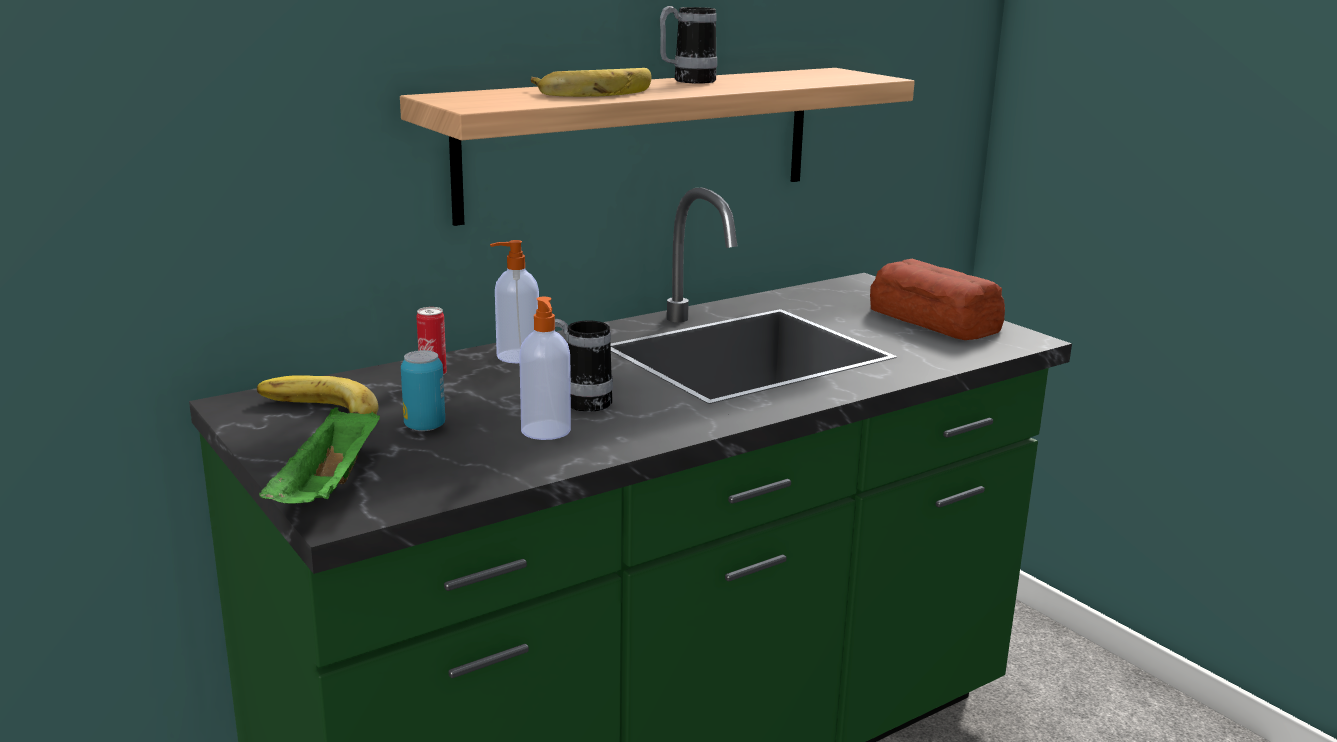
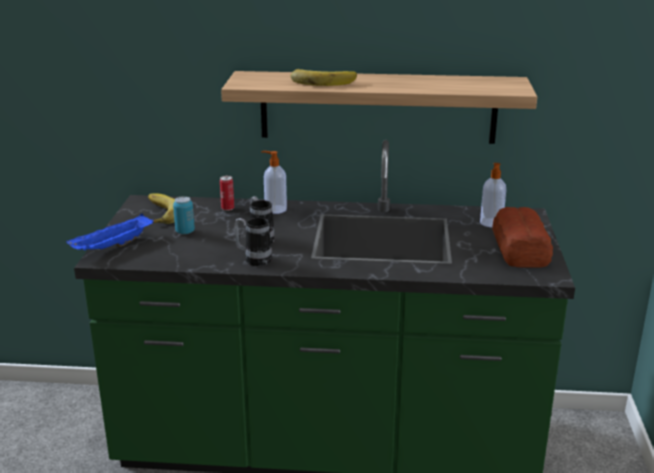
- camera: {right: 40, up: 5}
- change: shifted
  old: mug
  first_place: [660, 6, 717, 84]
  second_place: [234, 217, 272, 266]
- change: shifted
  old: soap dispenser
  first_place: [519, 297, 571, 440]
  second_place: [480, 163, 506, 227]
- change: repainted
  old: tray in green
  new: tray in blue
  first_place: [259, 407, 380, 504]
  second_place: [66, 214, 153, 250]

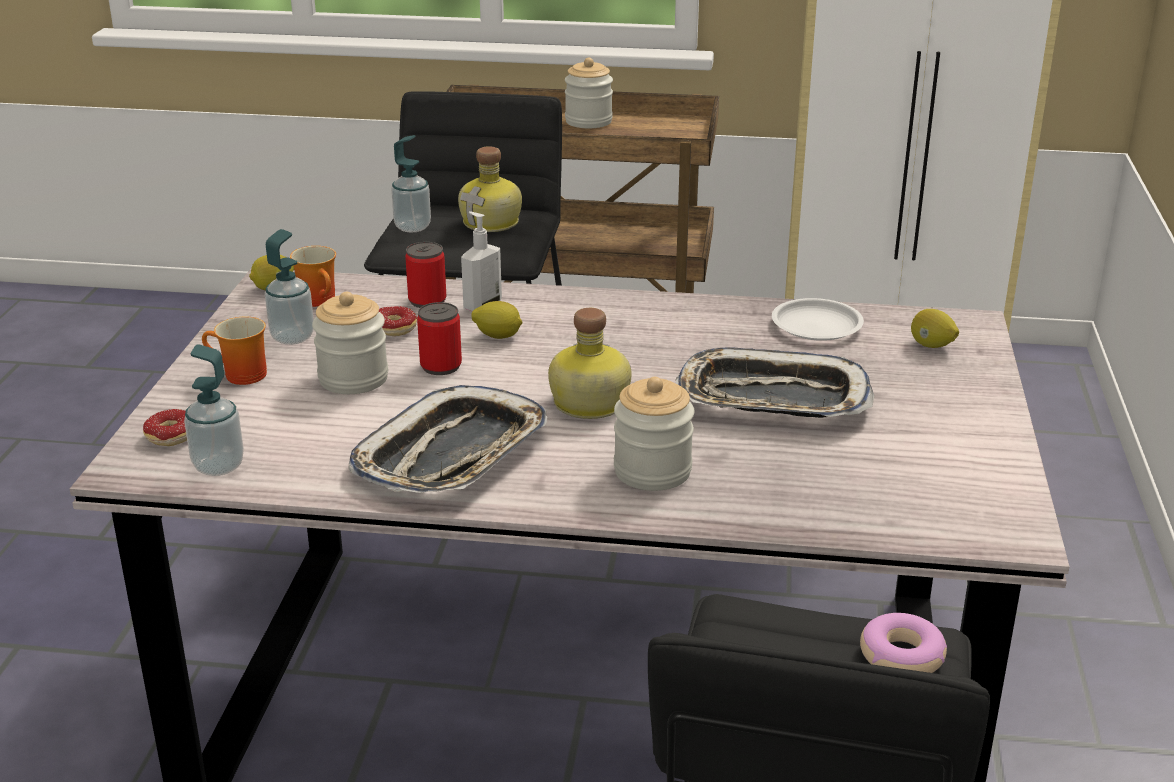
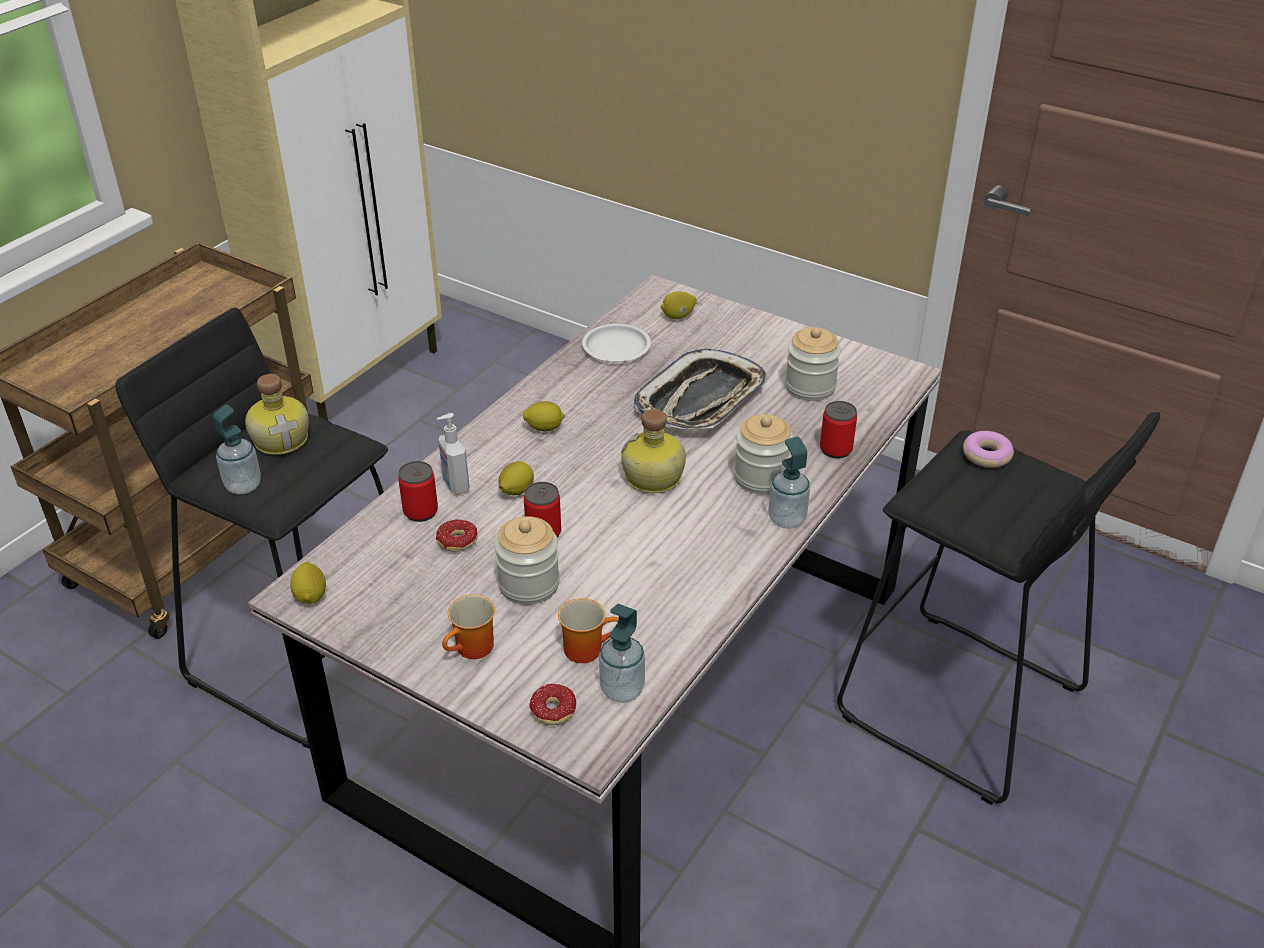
- camera: {right: -65, up: 10}
- change: shifted
  old: jar
  first_place: [565, 58, 613, 128]
  second_place: [785, 327, 841, 401]
- change: shifted
  old: soap dispenser
  first_place: [265, 229, 314, 345]
  second_place: [768, 436, 810, 529]
- change: shifted
  old: mug
  first_place: [290, 246, 336, 307]
  second_place: [558, 598, 619, 663]
- change: gone
  old: tray
  first_place: [349, 385, 547, 493]
- change: new
  new: lemon
  second_place: [523, 401, 565, 431]
- change: new
  new: can
  second_place: [820, 401, 857, 459]

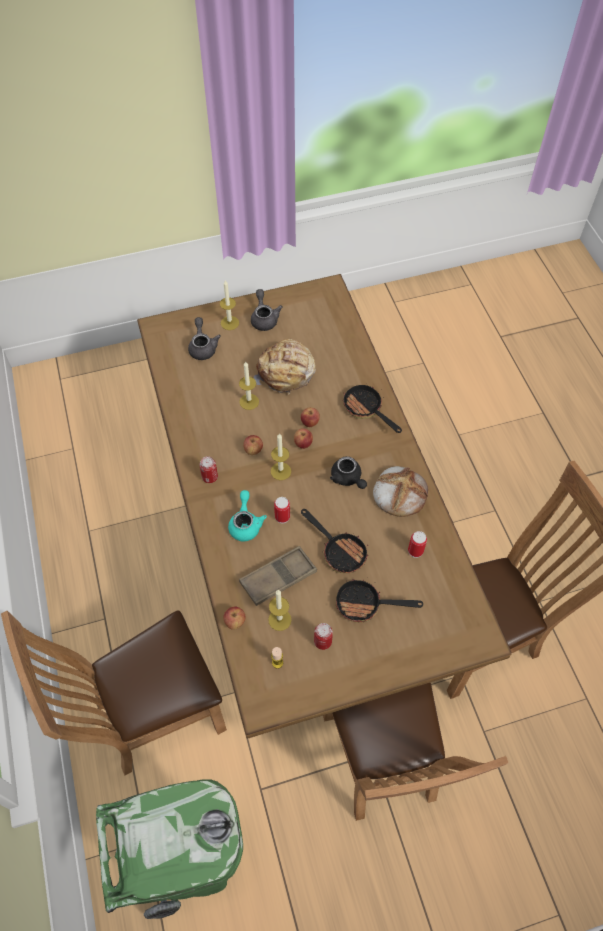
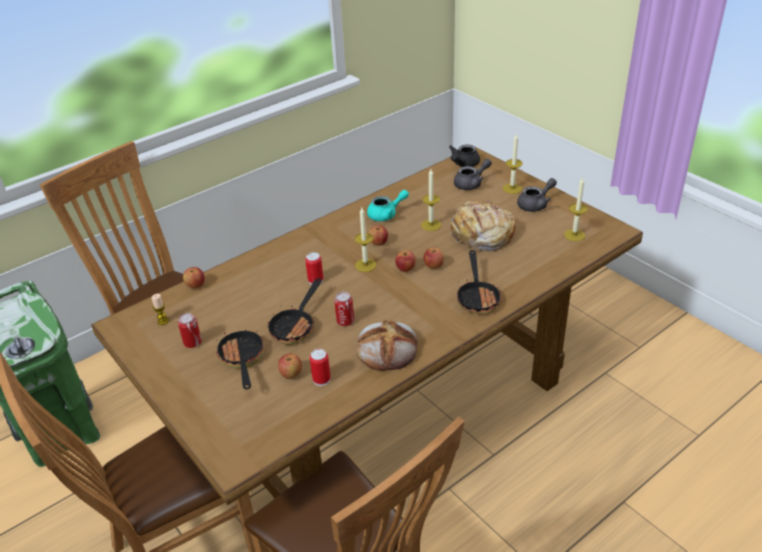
- camera: {right: 70, up: -20}
- change: rotated
  old: frying pan
  first_place: [342, 385, 402, 433]
  second_place: [456, 250, 501, 314]
  degrees: 150
- change: shifted
  old: can
  first_place: [200, 456, 218, 483]
  second_place: [334, 292, 354, 326]
- change: shifted
  old: teapot in black
  first_place: [330, 456, 367, 489]
  second_place: [449, 145, 480, 167]
- change: shifted
  old: teapot in turquoise
  first_place: [228, 490, 267, 541]
  second_place: [367, 190, 409, 221]
- change: gone
  old: tray in brown
  first_place: [239, 546, 317, 606]
- change: shifted
  old: candle
  first_place: [268, 590, 292, 631]
  second_place: [564, 177, 588, 241]
- change: new
  new: apple
  second_place: [278, 354, 302, 379]

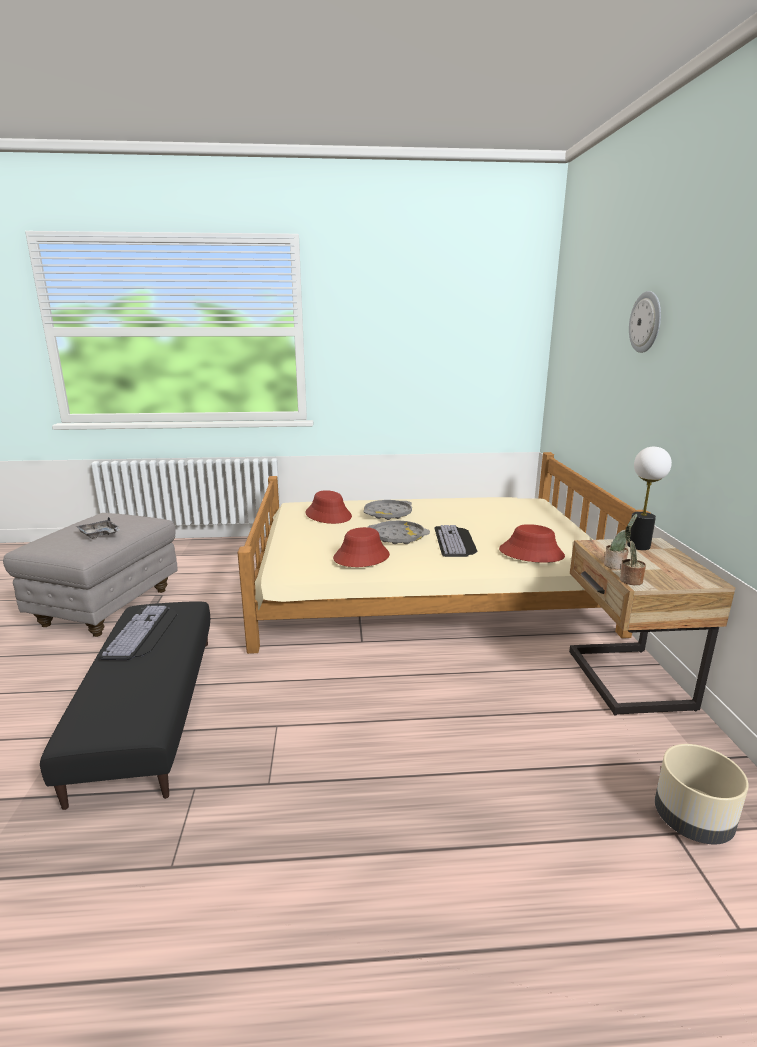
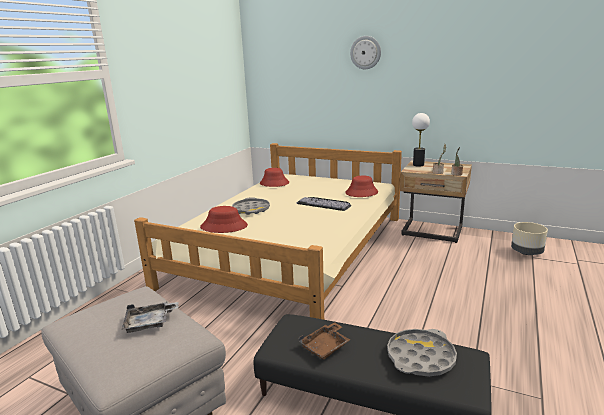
- camera: {right: -60, up: 0}
- change: shifted
  old: tray in grey
  first_place: [368, 521, 430, 544]
  second_place: [387, 329, 457, 377]
- change: shifted
  old: hat in red
  first_place: [333, 527, 390, 567]
  second_place: [260, 168, 289, 187]
- change: swapped
  old: keyboard
  new: tray in brown
  first_place: [99, 606, 177, 660]
  second_place: [299, 322, 350, 360]

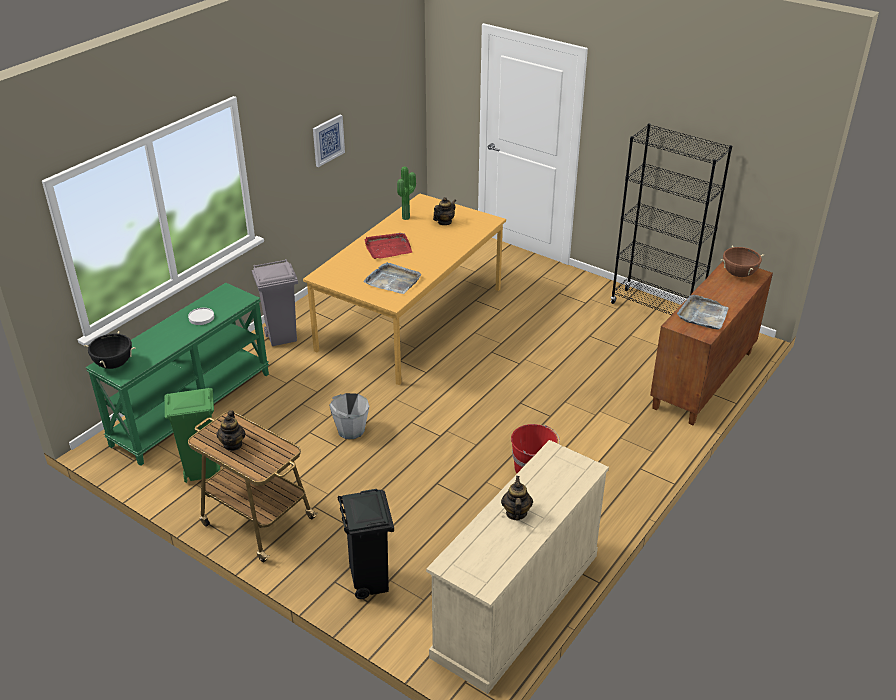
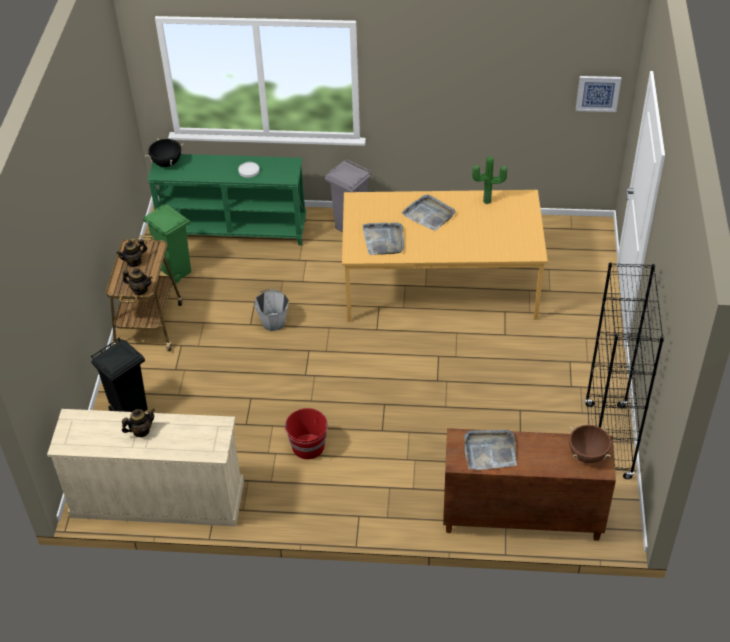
- camera: {right: 60, up: 10}
- change: shifted
  old: picture
  first_place: [313, 115, 345, 167]
  second_place: [576, 76, 621, 112]
- change: shifted
  old: teapot
  first_place: [433, 197, 456, 225]
  second_place: [123, 268, 152, 295]
- change: repainted
  old: tray in red
  new: tray in grey
  first_place: [365, 233, 412, 259]
  second_place: [401, 194, 456, 231]

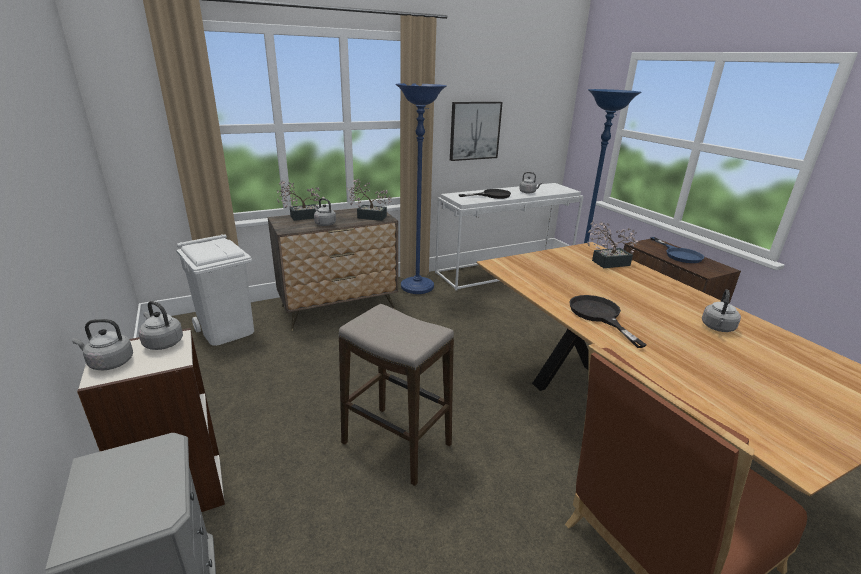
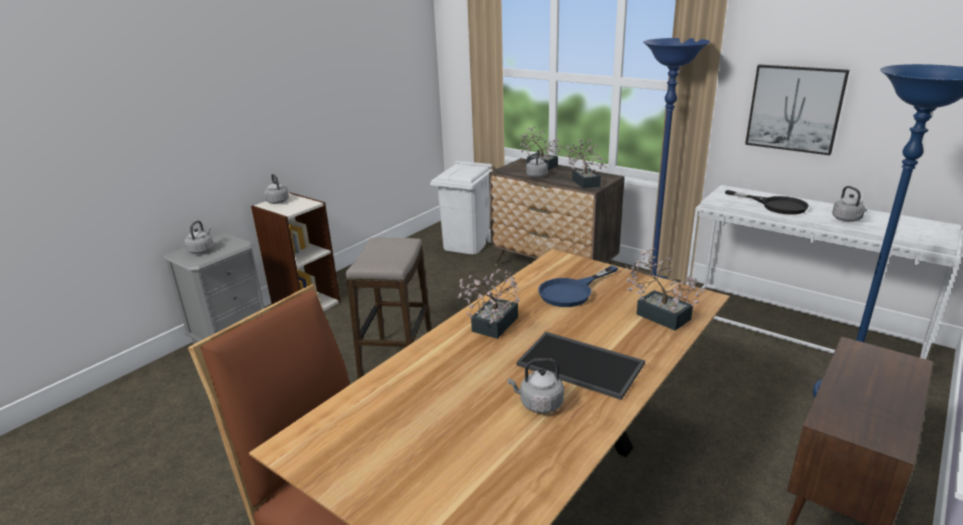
- camera: {right: 65, up: 0}
- change: shifted
  old: frying pan in blue
  first_place: [650, 237, 704, 263]
  second_place: [538, 265, 618, 307]
- change: swapped
  old: frying pan in black
  new: potted plant
  first_place: [569, 295, 647, 348]
  second_place: [458, 269, 519, 339]
- change: shifted
  old: kettle in grey
  first_place: [139, 301, 183, 350]
  second_place: [185, 221, 213, 254]
- change: new
  new: tray
  second_place: [516, 332, 645, 400]

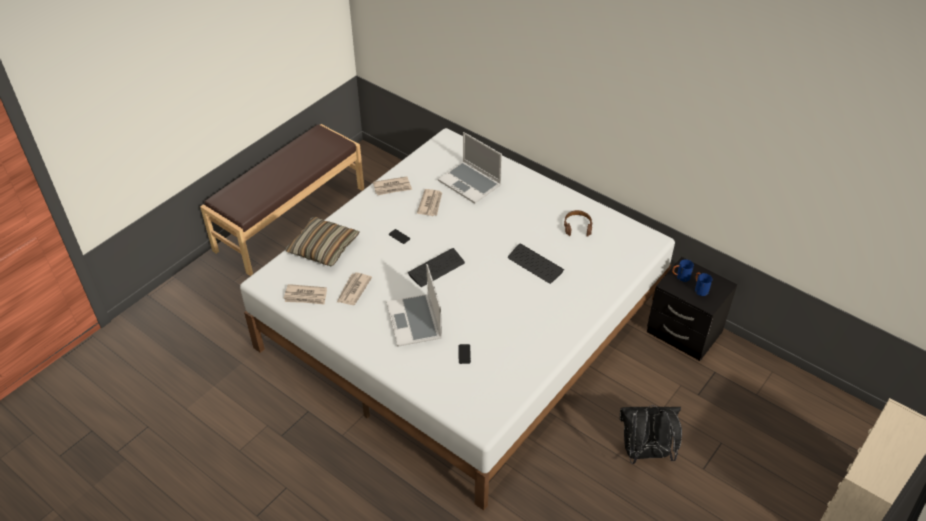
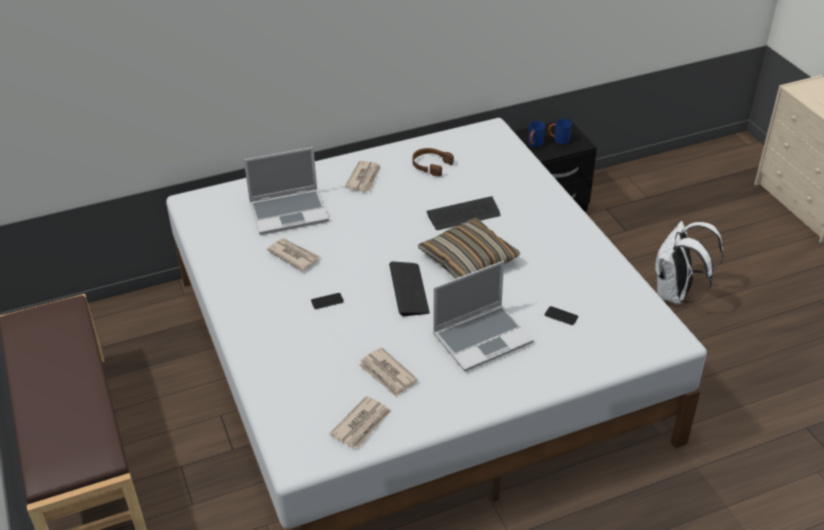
- camera: {right: -60, up: -5}
- change: shifted
  old: newspaper
  first_place: [373, 176, 412, 195]
  second_place: [345, 161, 381, 192]
- change: shifted
  old: pillow
  first_place: [285, 217, 360, 267]
  second_place: [418, 218, 521, 279]
- change: rotated
  old: laptop
  first_place: [386, 264, 442, 347]
  second_place: [433, 261, 534, 372]
  degrees: -45
- change: repainted
  old: backpack in black
  new: backpack in white
  first_place: [620, 405, 682, 464]
  second_place: [655, 221, 723, 304]

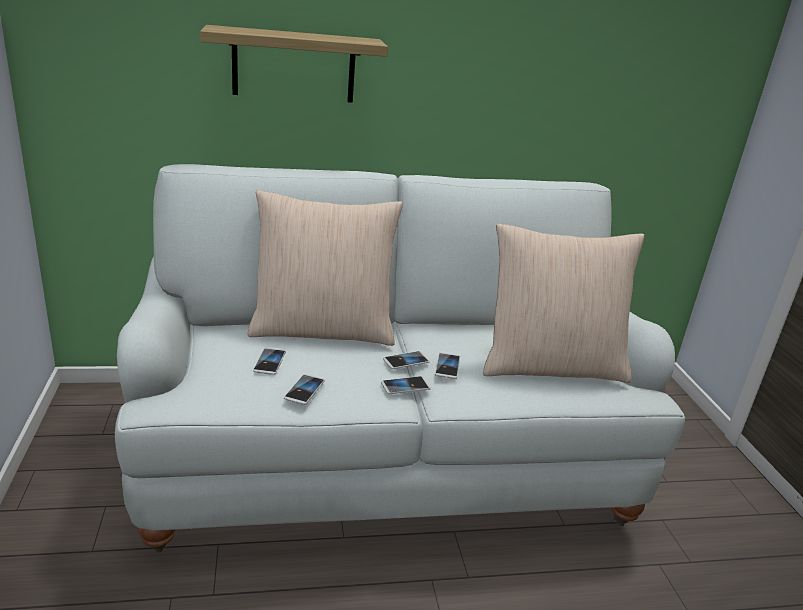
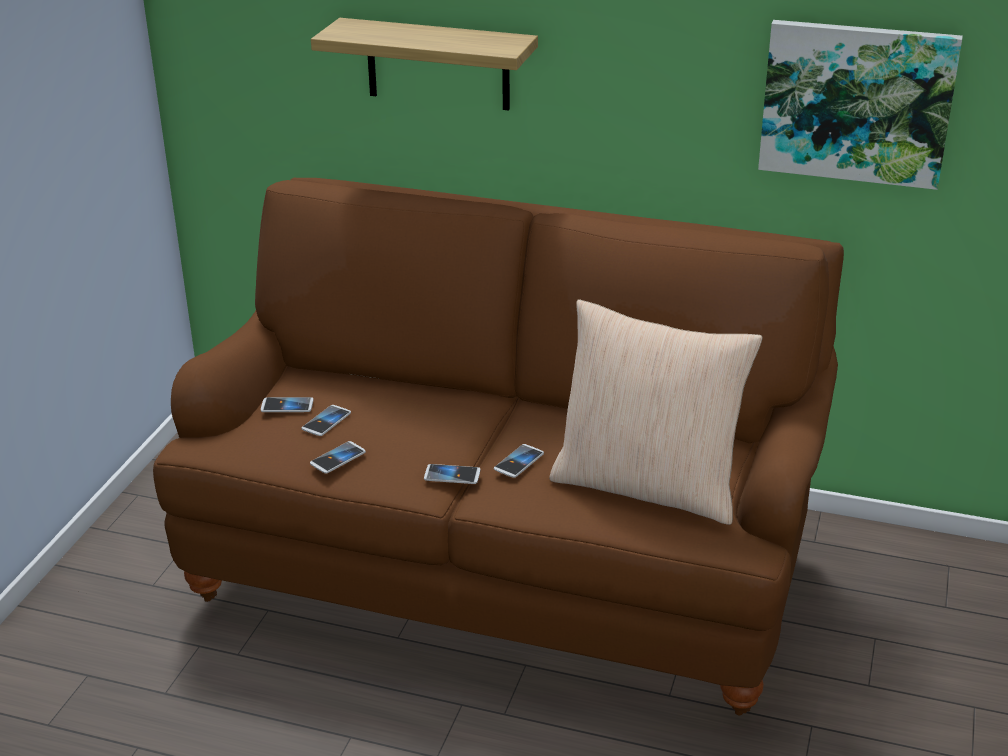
- camera: {right: 30, up: 5}
- change: repainted
  old: sofa in white
  new: sofa in brown
  first_place: [115, 164, 685, 552]
  second_place: [153, 178, 844, 715]
- change: gone
  old: pillow in beige
  first_place: [248, 190, 403, 346]
- change: shifted
  old: phone
  first_place: [383, 351, 430, 369]
  second_place: [261, 397, 313, 412]
- change: new
  new: picture
  second_place: [758, 20, 963, 190]

